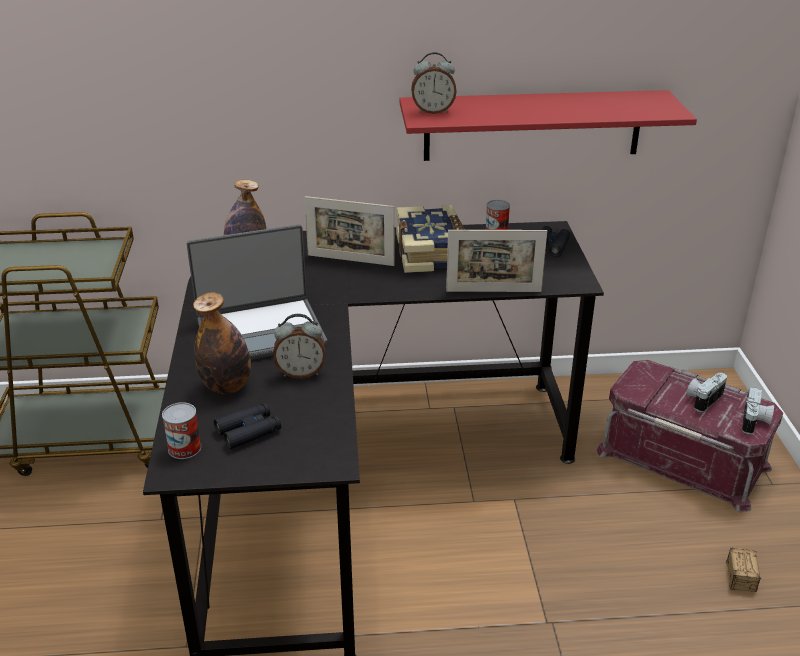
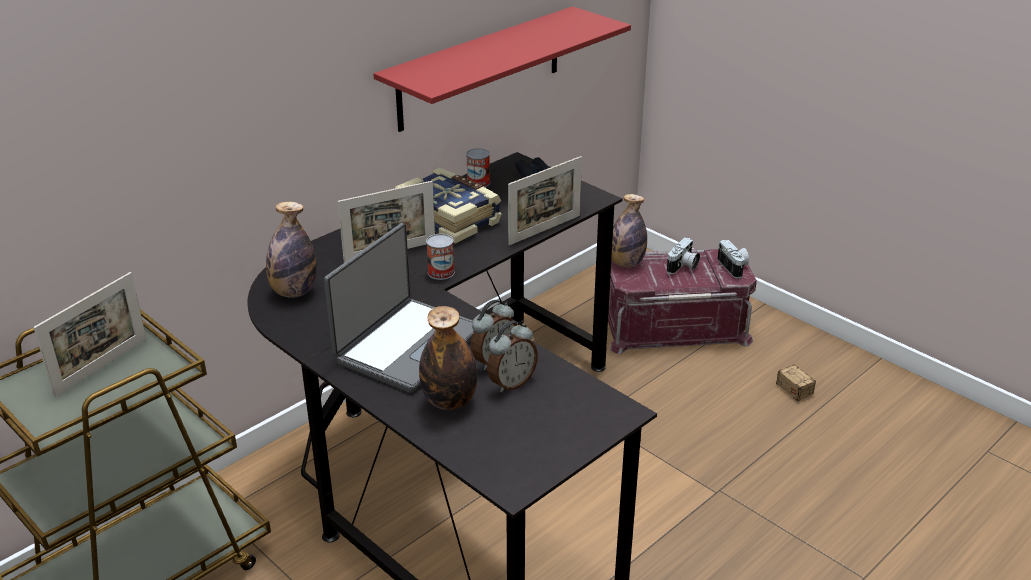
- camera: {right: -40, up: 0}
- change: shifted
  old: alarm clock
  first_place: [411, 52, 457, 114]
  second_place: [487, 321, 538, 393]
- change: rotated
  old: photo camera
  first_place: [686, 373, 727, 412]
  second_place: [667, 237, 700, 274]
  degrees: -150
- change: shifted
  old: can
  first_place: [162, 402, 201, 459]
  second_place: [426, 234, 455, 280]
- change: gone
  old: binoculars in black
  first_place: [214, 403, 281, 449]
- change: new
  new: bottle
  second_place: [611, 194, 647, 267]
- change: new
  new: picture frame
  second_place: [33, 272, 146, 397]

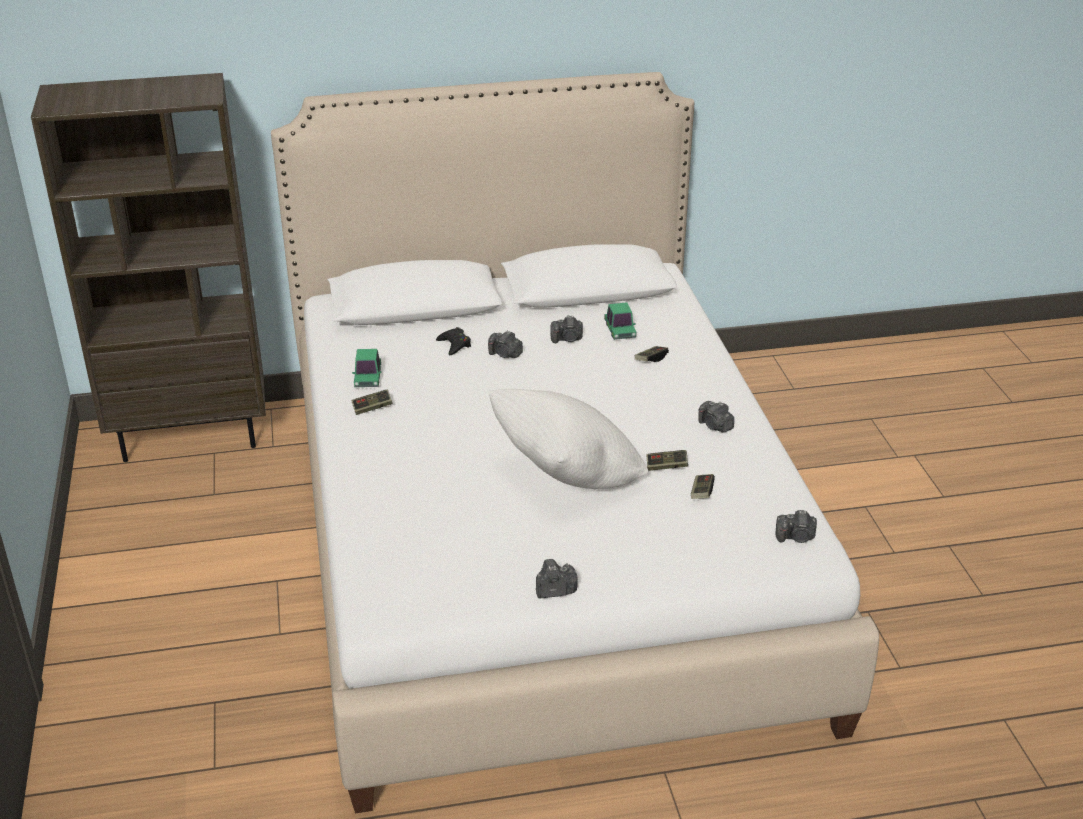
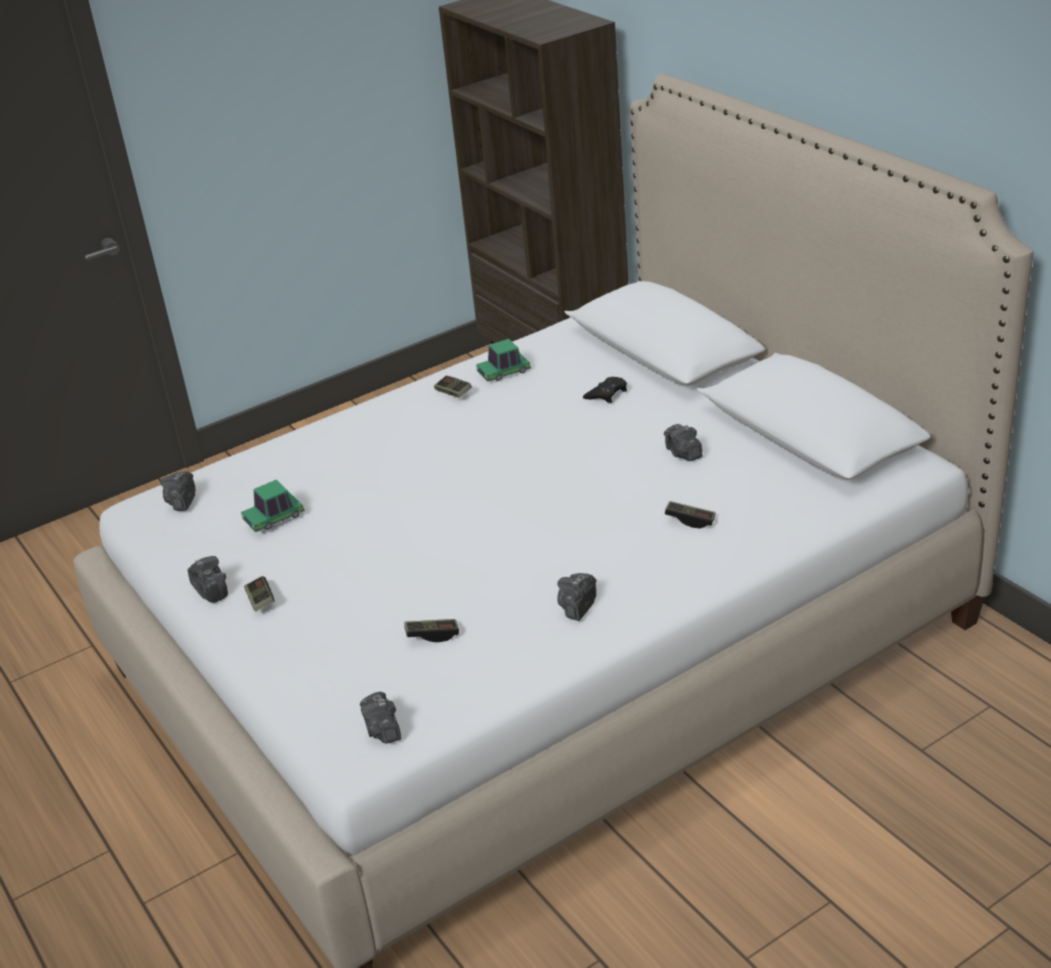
- camera: {right: 70, up: 0}
- change: shifted
  old: toy car
  first_place: [604, 302, 636, 340]
  second_place: [241, 480, 305, 532]
- change: shifted
  old: photo camera
  first_place: [488, 331, 523, 358]
  second_place: [160, 471, 196, 511]
- change: gone
  old: pillow in white
  first_place: [488, 389, 649, 489]
- change: shifted
  old: game controller
  first_place: [646, 450, 688, 471]
  second_place: [244, 576, 275, 612]

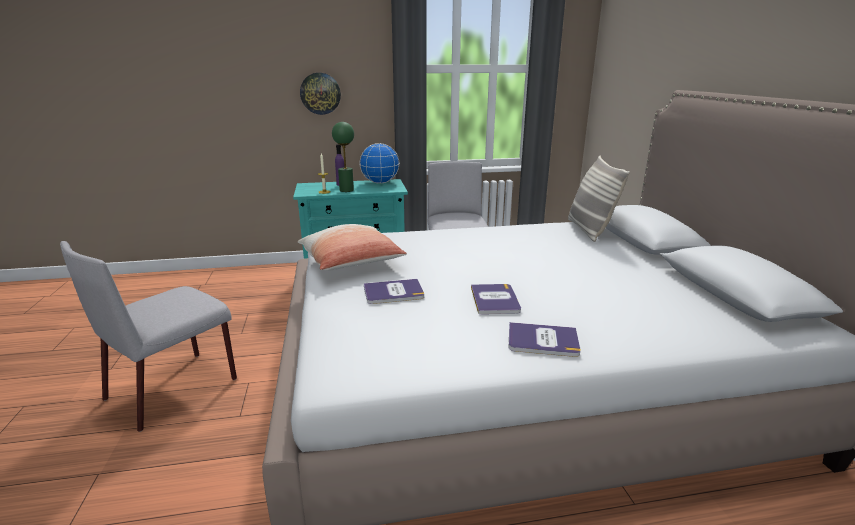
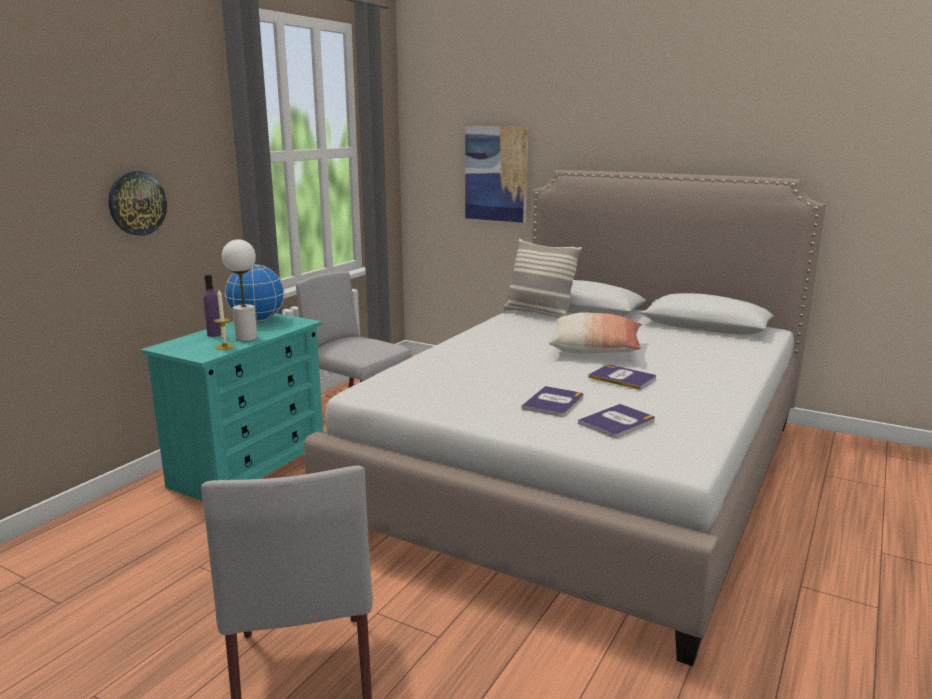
- camera: {right: -50, up: -5}
- change: repainted
  old: table lamp in green
  new: table lamp in white
  first_place: [332, 122, 354, 192]
  second_place: [222, 239, 257, 341]
- change: shifted
  old: pillow
  first_place: [298, 224, 407, 271]
  second_place: [549, 312, 642, 354]
- change: shifted
  old: book
  first_place: [509, 322, 581, 357]
  second_place: [578, 404, 655, 438]
- change: new
  new: picture
  second_place: [465, 126, 528, 223]

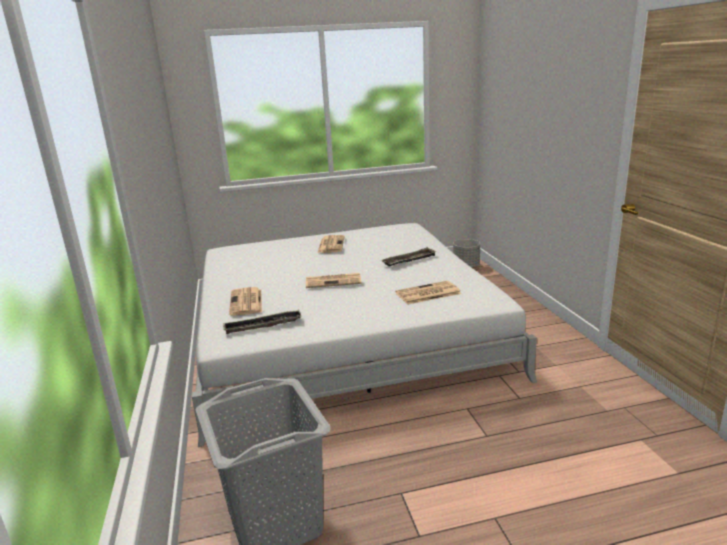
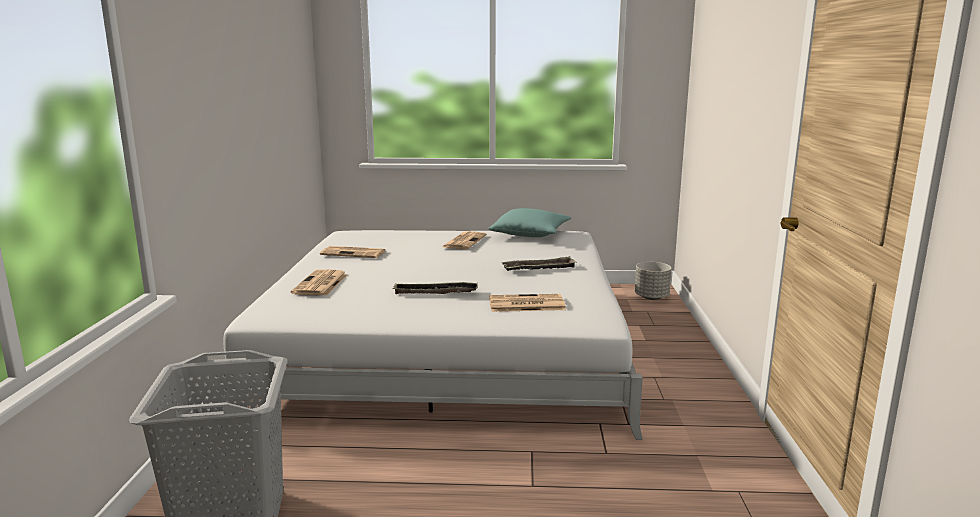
- camera: {right: 15, up: -5}
- change: shifted
  old: newspaper
  first_place: [306, 273, 362, 288]
  second_place: [320, 246, 385, 258]
- change: shifted
  old: tray
  first_place: [223, 310, 302, 334]
  second_place: [393, 282, 478, 294]
- change: new
  new: pillow in turquoise
  second_place: [488, 208, 571, 237]

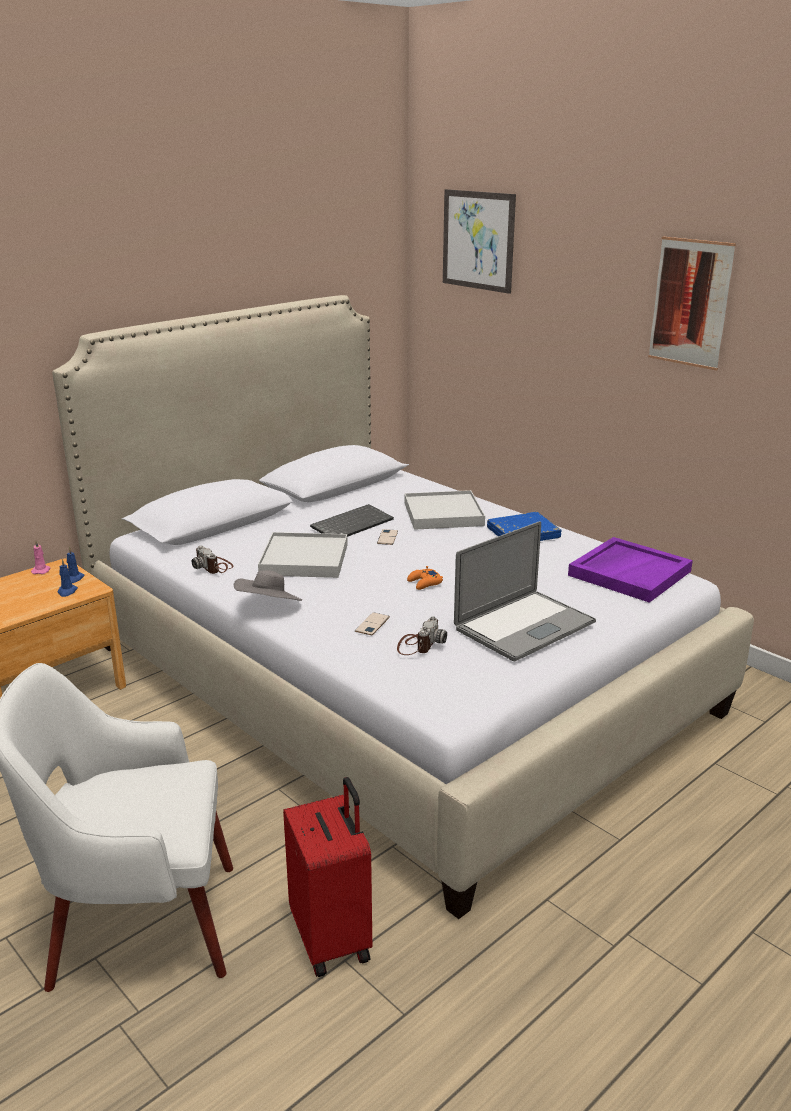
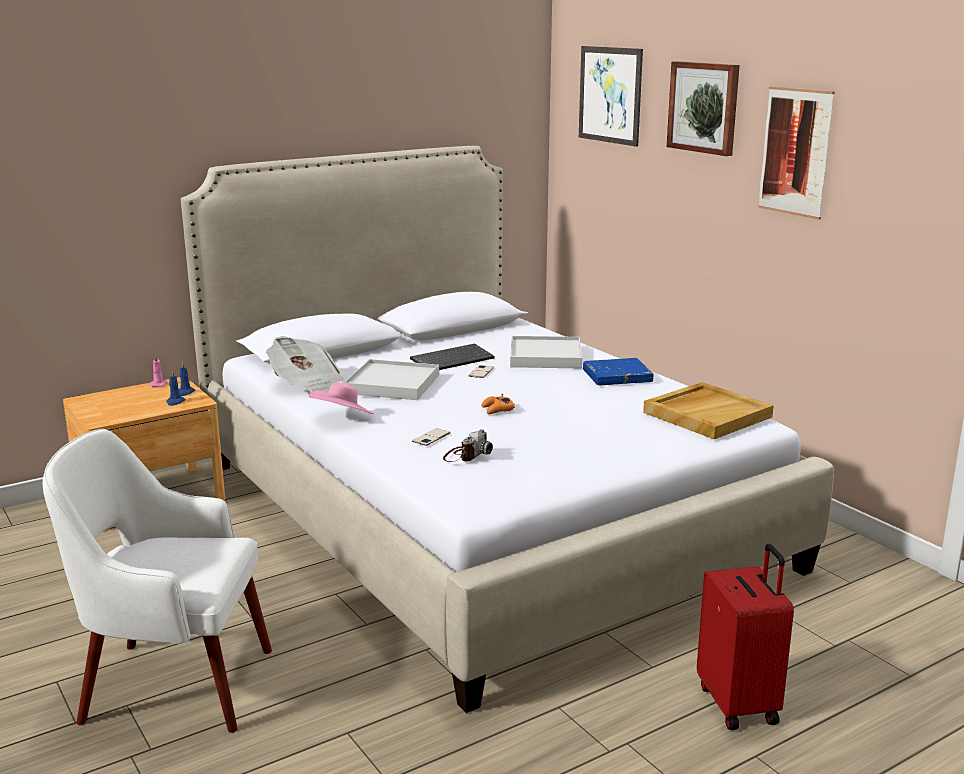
- camera: {right: 10, up: -5}
- change: gone
  old: laptop
  first_place: [454, 521, 596, 661]
- change: repainted
  old: tray in purple
  new: tray in beige
  first_place: [568, 537, 693, 603]
  second_place: [643, 382, 774, 439]
- change: swapped
  old: photo camera
  new: newspaper
  first_place: [192, 546, 234, 574]
  second_place: [266, 336, 344, 392]
- change: repainted
  old: hat in grey
  new: hat in pink
  first_place: [234, 570, 302, 601]
  second_place: [309, 382, 374, 414]
- change: shifted
  old: suitcase in red
  first_place: [283, 777, 372, 977]
  second_place: [697, 544, 794, 730]
- change: new
  new: picture
  second_place: [667, 61, 740, 156]

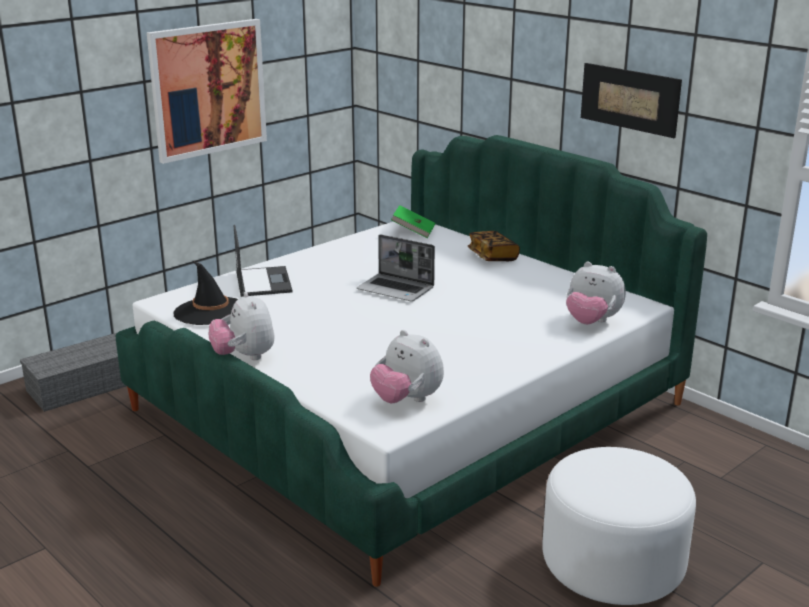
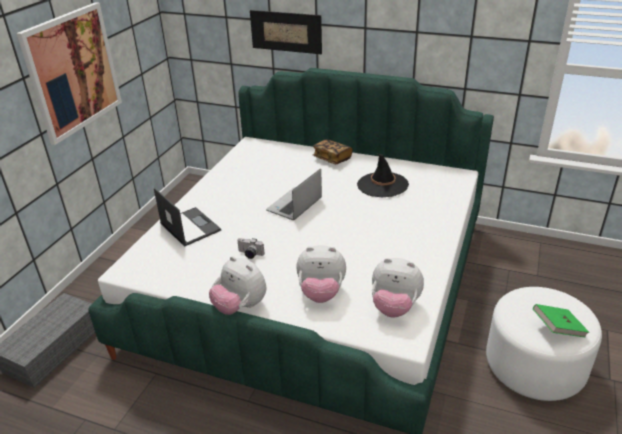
- camera: {right: -25, up: 10}
- change: shifted
  old: picture
  first_place: [581, 63, 682, 138]
  second_place: [250, 10, 322, 54]
- change: shifted
  old: book in green
  first_place: [391, 205, 435, 238]
  second_place: [533, 304, 589, 338]
- change: rotated
  old: laptop
  first_place: [357, 234, 435, 302]
  second_place: [266, 169, 322, 220]
  degrees: 120
- change: shifted
  old: hat in black
  first_place: [174, 261, 238, 325]
  second_place: [357, 154, 409, 197]
- change: shifted
  old: plush toy
  first_place: [566, 262, 626, 324]
  second_place: [296, 245, 346, 303]
- change: new
  new: photo camera
  second_place: [237, 238, 264, 259]

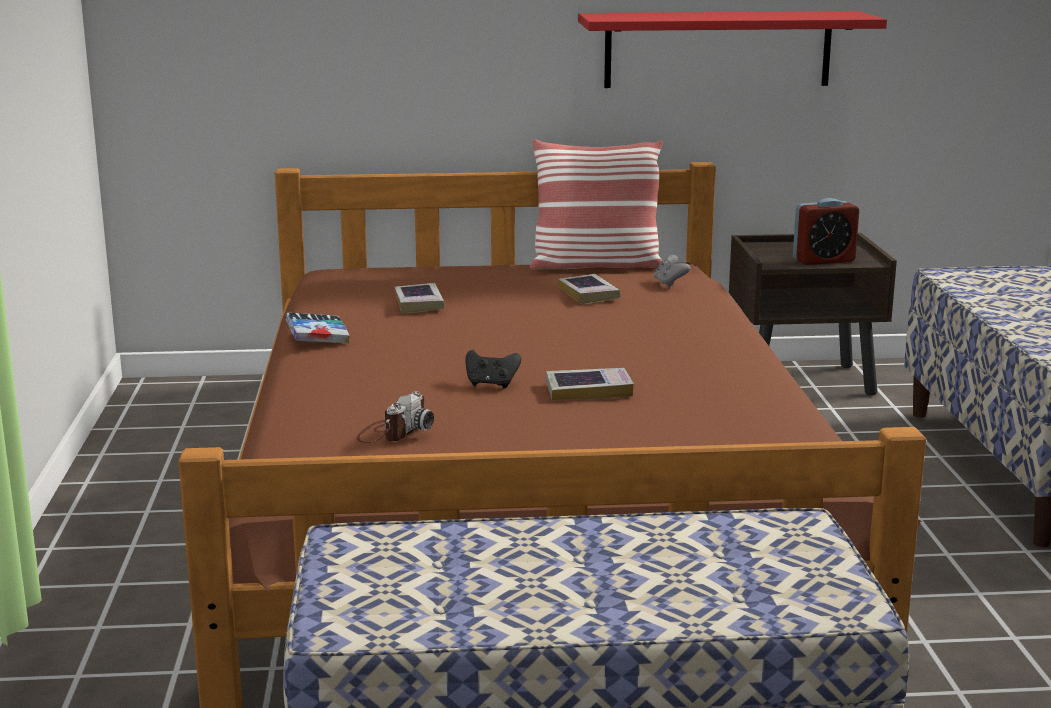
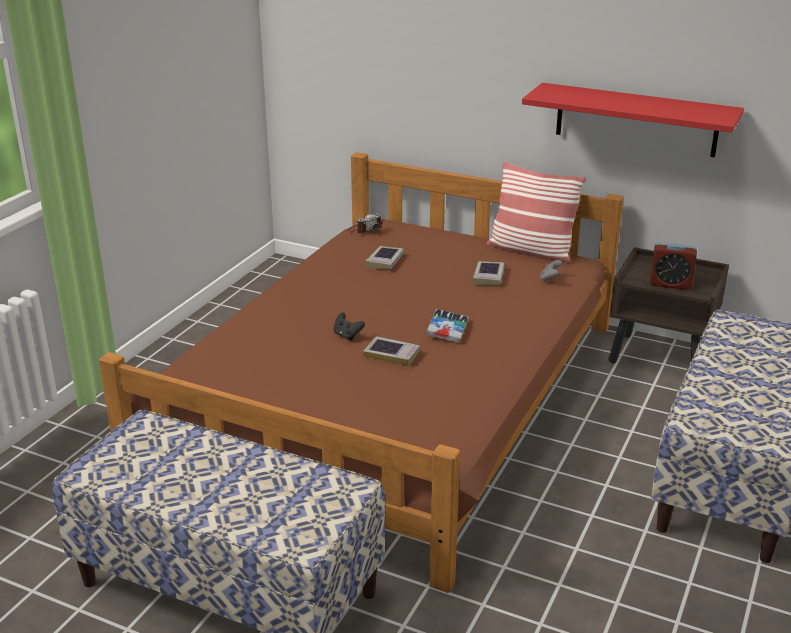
- camera: {right: 30, up: 10}
- change: shifted
  old: book
  first_place: [286, 313, 350, 344]
  second_place: [426, 309, 469, 343]
- change: shifted
  old: photo camera
  first_place: [357, 392, 434, 443]
  second_place: [347, 214, 383, 233]

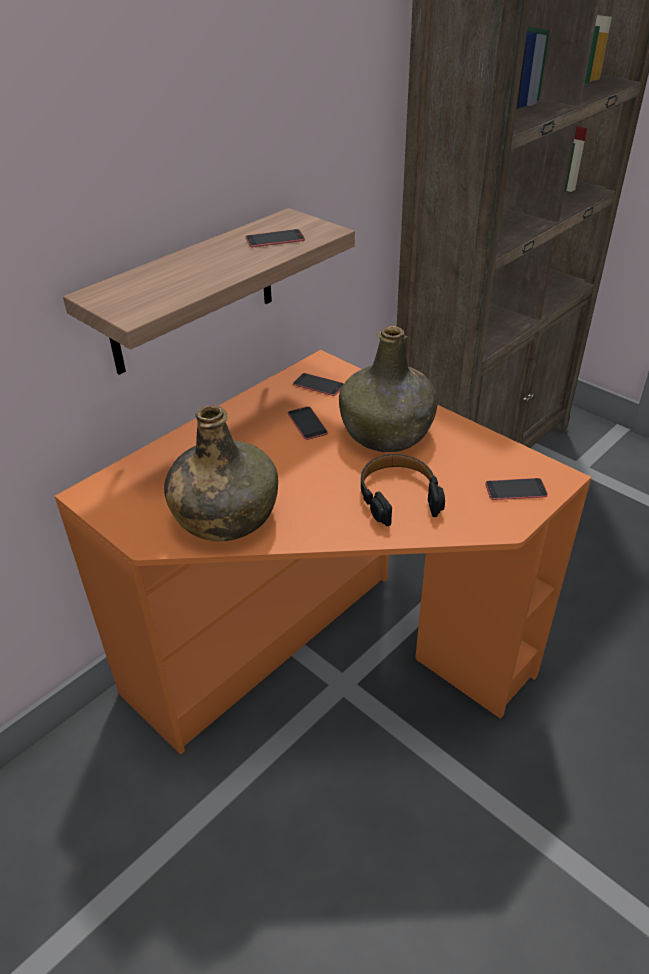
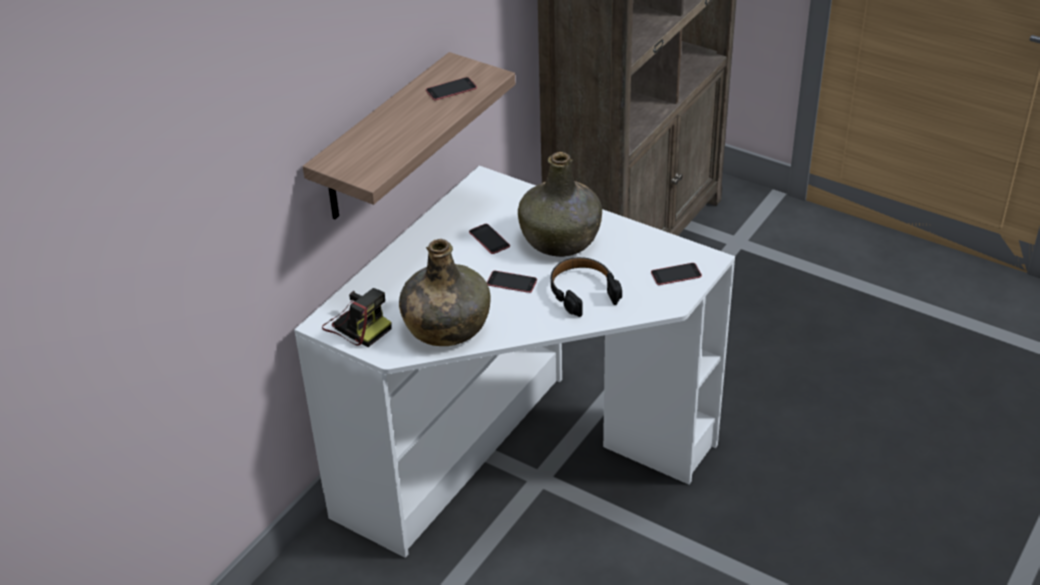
- camera: {right: -10, up: 0}
- change: repainted
  old: desk in orange
  new: desk in white
  first_place: [55, 350, 591, 755]
  second_place: [294, 166, 735, 558]
- change: shifted
  old: phone
  first_place: [293, 373, 344, 396]
  second_place: [487, 271, 537, 293]
- change: new
  new: photo camera
  second_place: [322, 288, 392, 347]

